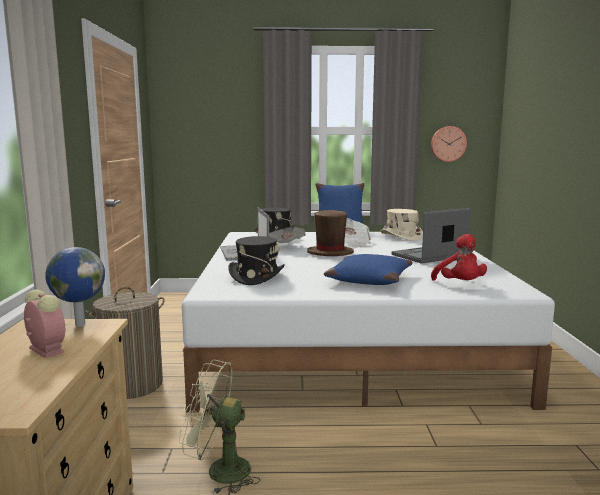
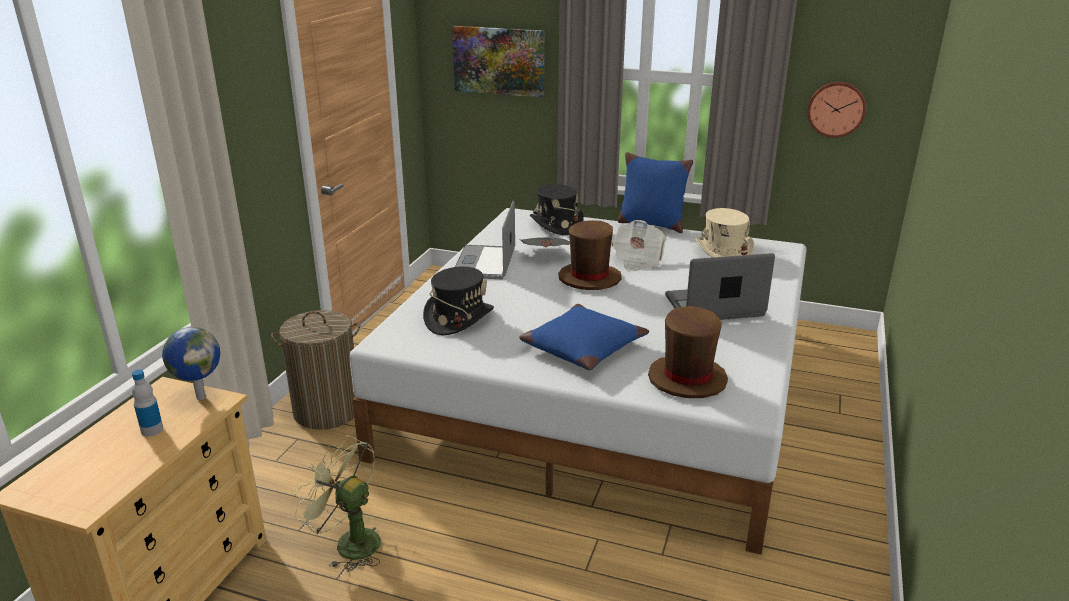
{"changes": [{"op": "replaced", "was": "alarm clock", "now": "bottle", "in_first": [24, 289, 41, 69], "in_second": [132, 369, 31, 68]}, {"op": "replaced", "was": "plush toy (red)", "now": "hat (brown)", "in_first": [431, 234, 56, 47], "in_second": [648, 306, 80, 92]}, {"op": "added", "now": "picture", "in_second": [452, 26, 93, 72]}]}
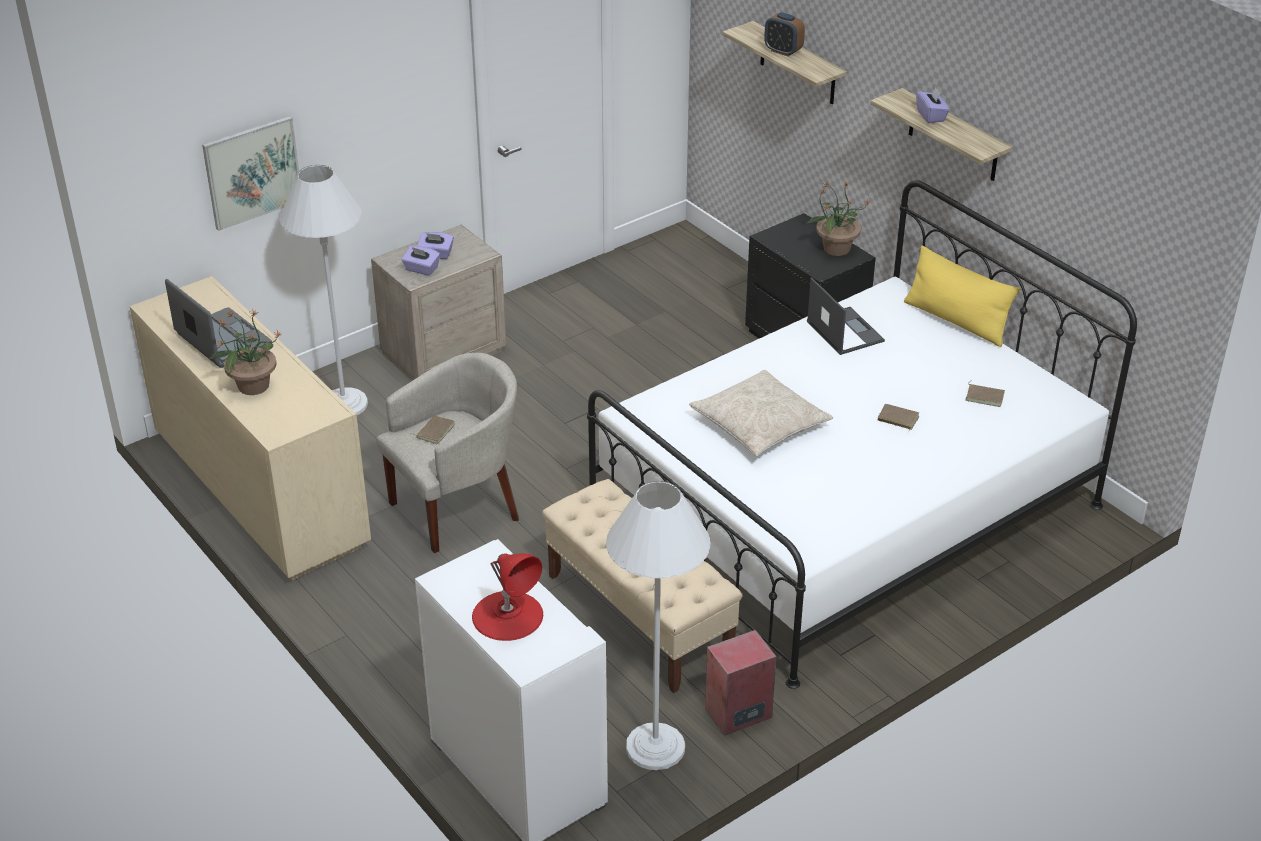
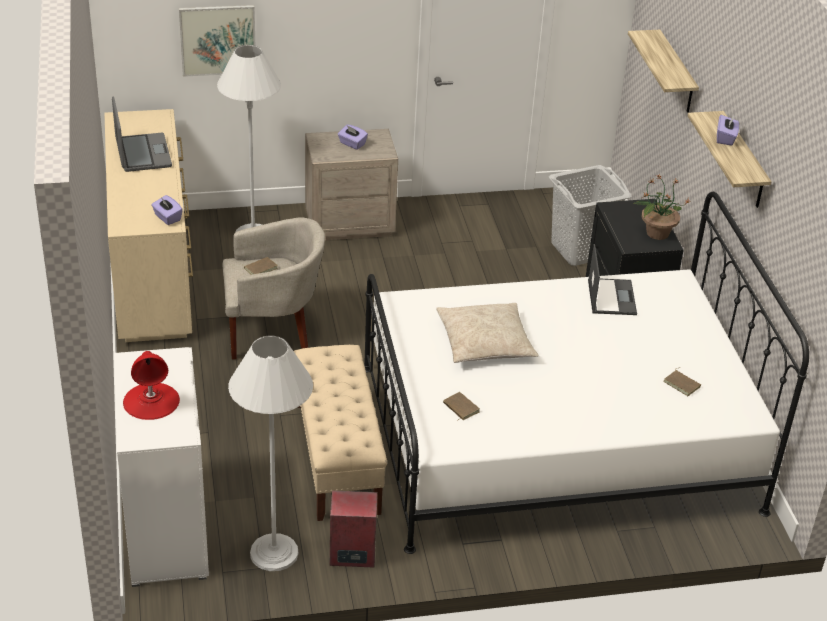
{"changes": [{"op": "removed", "was": "potted plant", "in_first": [208, 309, 74, 86]}, {"op": "moved", "was": "tissue box (purple)", "in_first": [401, 246, 39, 30], "in_second": [151, 195, 32, 30]}, {"op": "removed", "was": "alarm clock", "in_first": [764, 12, 41, 45]}, {"op": "moved", "was": "book (brown)", "in_first": [878, 404, 42, 28], "in_second": [443, 392, 37, 29]}, {"op": "removed", "was": "pillow (yellow)", "in_first": [904, 246, 116, 101]}, {"op": "added", "now": "laundry basket (grey)", "in_second": [549, 165, 82, 101]}]}
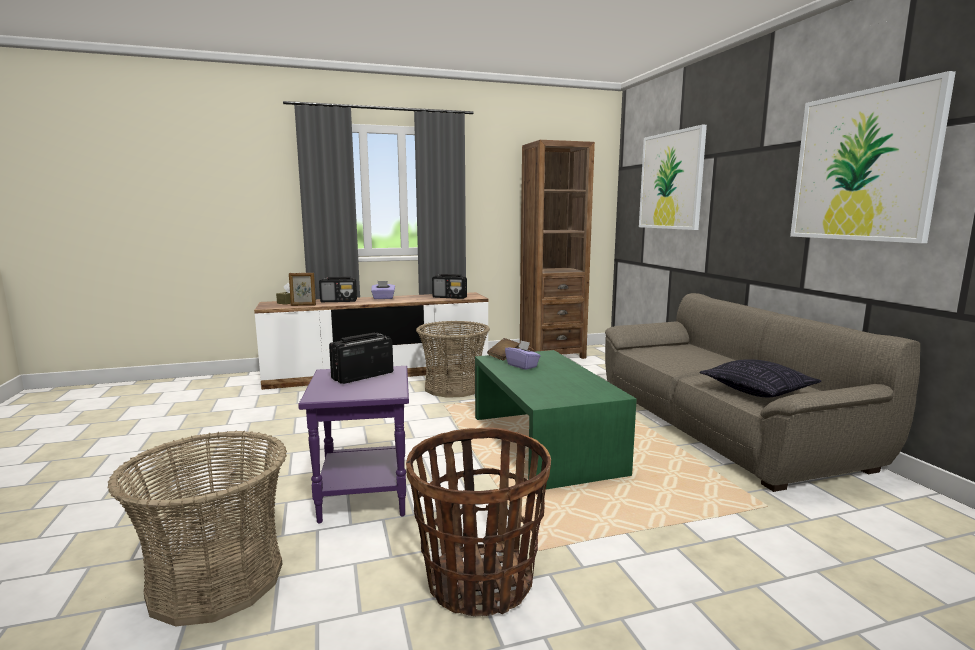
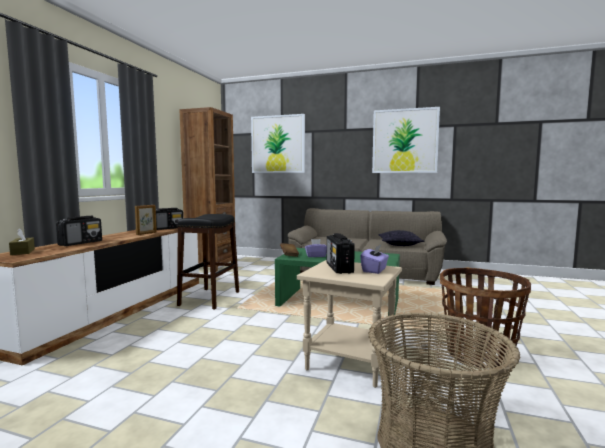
{"changes": [{"op": "moved", "was": "picture frame", "in_first": [289, 273, 27, 33], "in_second": [135, 205, 22, 30]}, {"op": "recoloured", "was": "side table (purple)", "now": "side table (beige)", "in_first": [298, 366, 111, 158], "in_second": [297, 260, 105, 128]}, {"op": "moved", "was": "tissue box (purple)", "in_first": [371, 281, 24, 18], "in_second": [360, 245, 29, 29]}, {"op": "replaced", "was": "basket", "now": "stool (black)", "in_first": [416, 321, 74, 77], "in_second": [177, 214, 62, 95]}]}
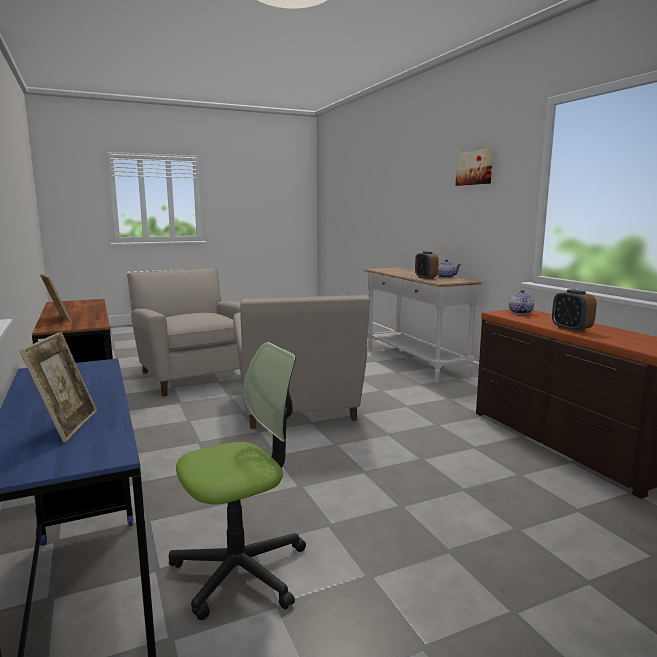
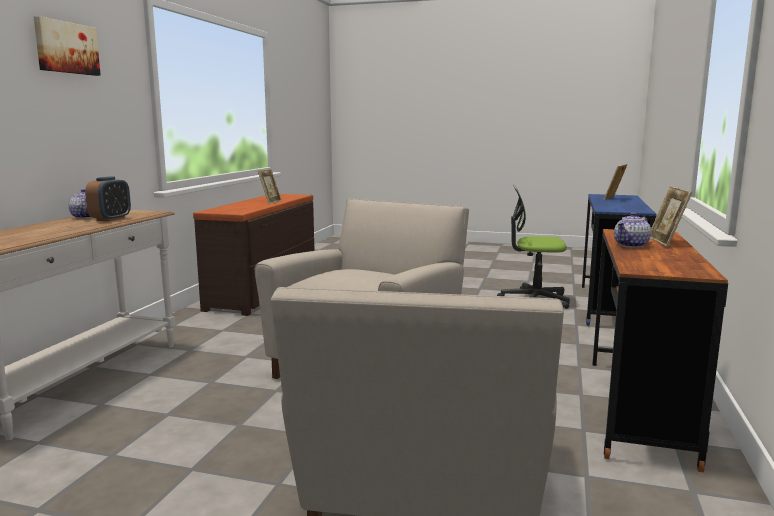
{"changes": [{"op": "moved", "was": "teapot", "in_first": [509, 290, 25, 24], "in_second": [614, 212, 37, 36]}, {"op": "replaced", "was": "alarm clock", "now": "picture frame", "in_first": [552, 289, 45, 43], "in_second": [258, 169, 24, 35]}]}
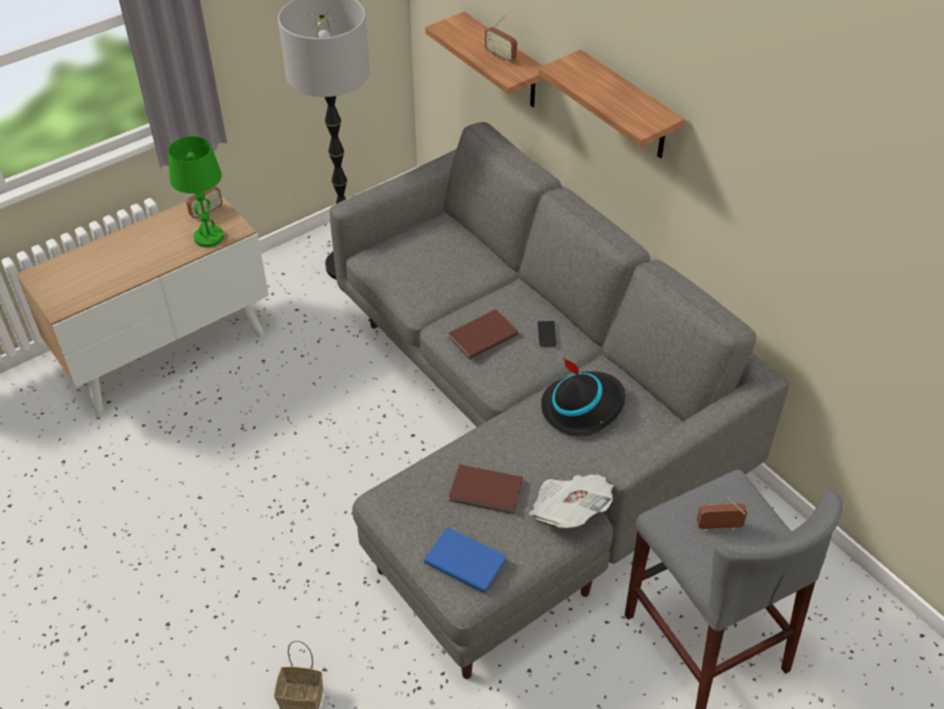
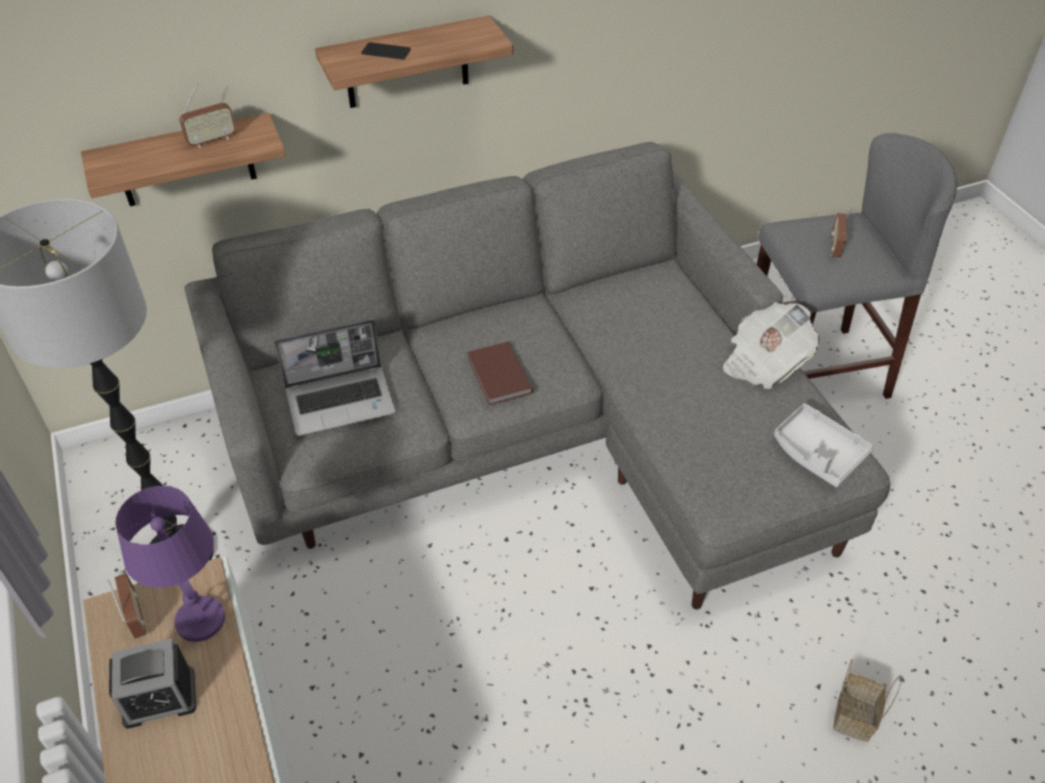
{"changes": [{"op": "recoloured", "was": "table lamp (green)", "now": "table lamp (purple)", "in_first": [168, 136, 56, 111], "in_second": [115, 486, 110, 156]}, {"op": "replaced", "was": "book (blue)", "now": "tray (grey)", "in_first": [424, 527, 83, 66], "in_second": [774, 403, 100, 84]}, {"op": "removed", "was": "book (brown)", "in_first": [449, 464, 74, 50]}, {"op": "moved", "was": "phone", "in_first": [538, 321, 19, 26], "in_second": [361, 42, 50, 18]}, {"op": "removed", "was": "hat (black)", "in_first": [541, 358, 85, 79]}, {"op": "added", "now": "alarm clock", "in_second": [109, 638, 87, 91]}, {"op": "added", "now": "laptop", "in_second": [274, 319, 122, 117]}]}
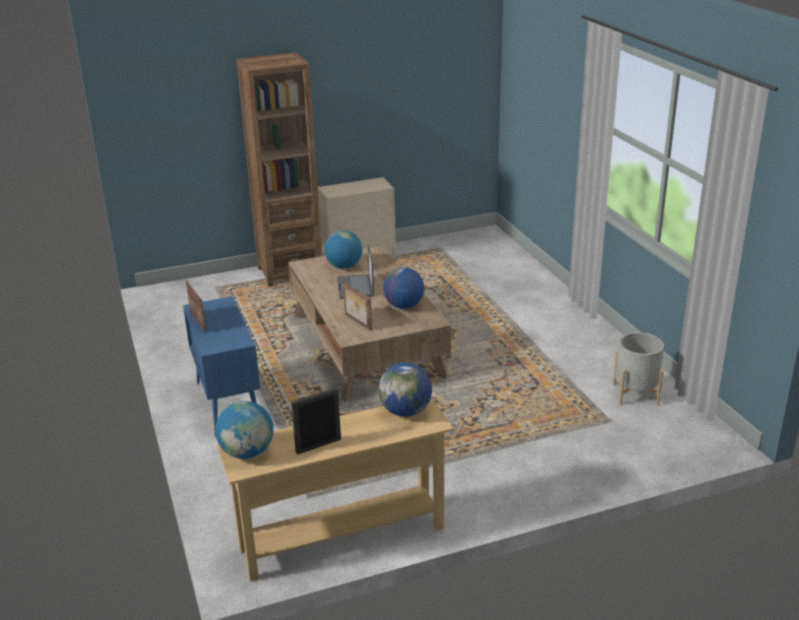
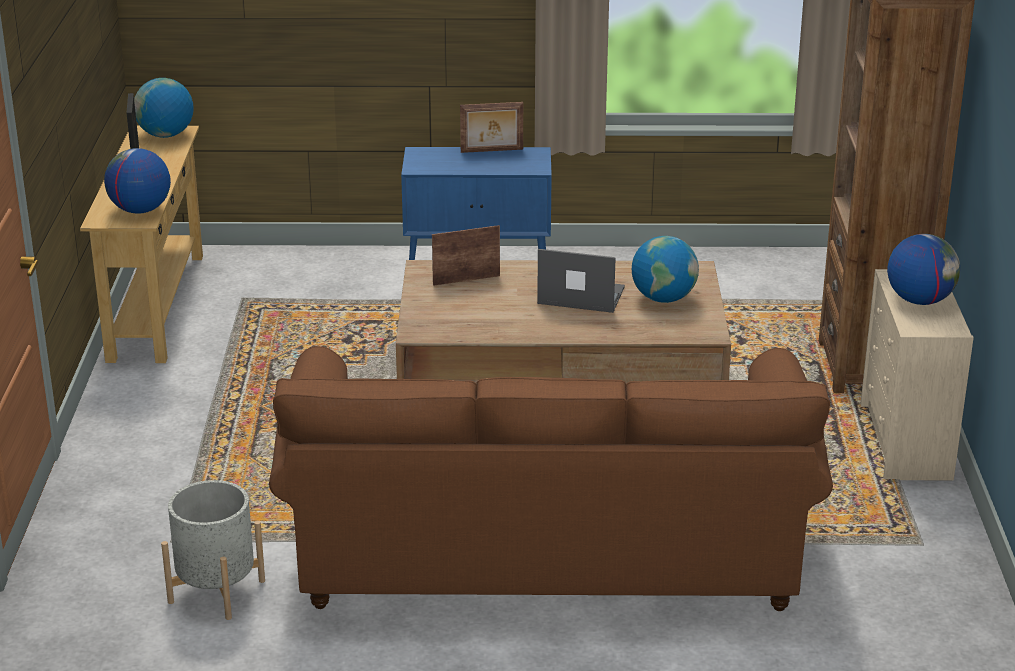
{"changes": [{"op": "moved", "was": "globe", "in_first": [383, 268, 41, 41], "in_second": [887, 234, 73, 71]}, {"op": "added", "now": "sofa (brown)", "in_second": [269, 346, 564, 265]}]}
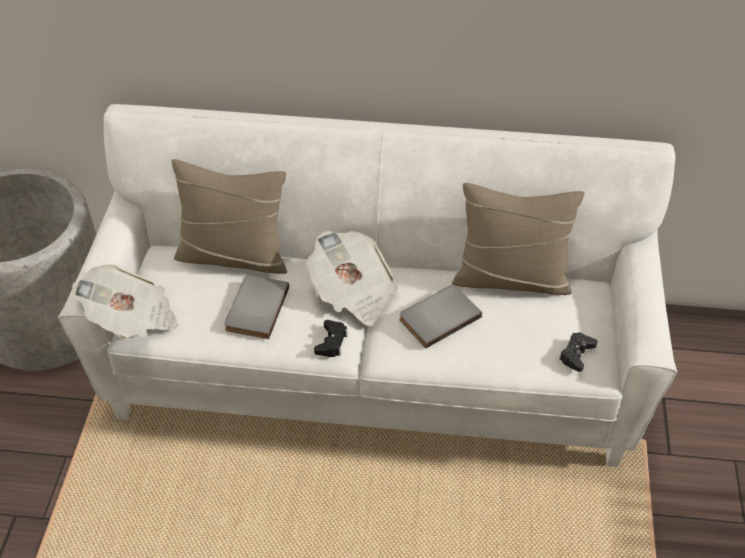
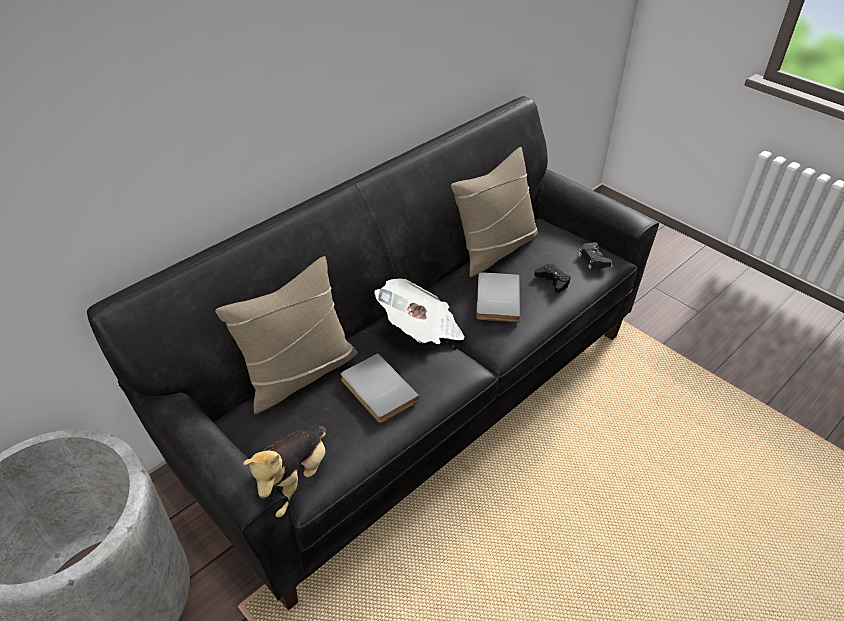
{"changes": [{"op": "recoloured", "was": "sofa (white)", "now": "sofa (black)", "in_first": [58, 104, 619, 363], "in_second": [87, 96, 572, 514]}, {"op": "replaced", "was": "newspaper", "now": "plush toy", "in_first": [72, 264, 106, 75], "in_second": [243, 426, 83, 91]}, {"op": "moved", "was": "game controller (black)", "in_first": [314, 320, 34, 37], "in_second": [534, 264, 37, 29]}]}
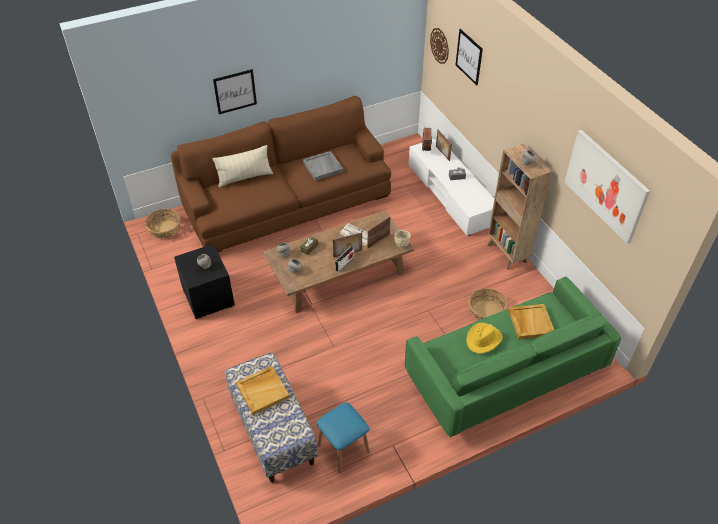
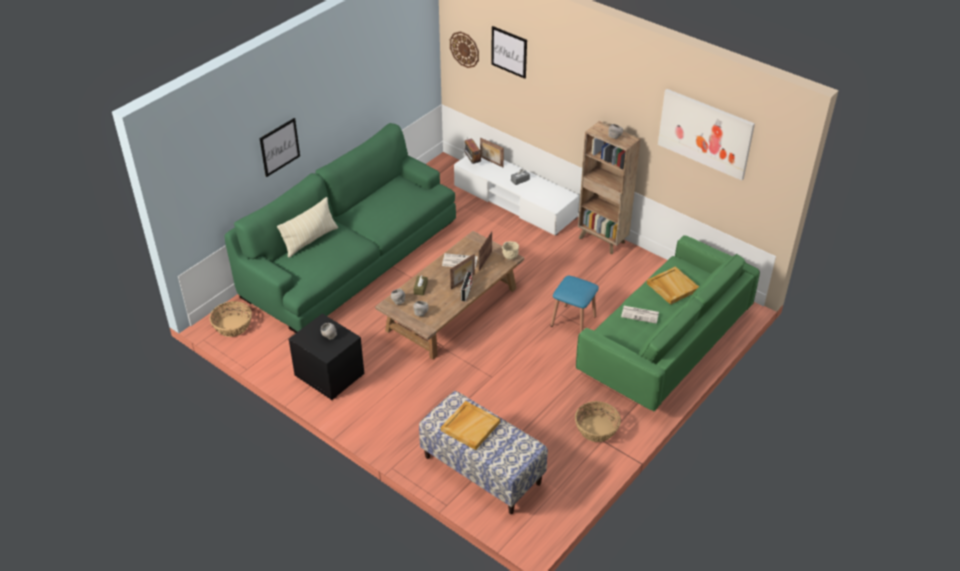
{"changes": [{"op": "recoloured", "was": "sofa (brown)", "now": "sofa (green)", "in_first": [171, 96, 220, 156], "in_second": [224, 123, 232, 210]}, {"op": "removed", "was": "tray (grey)", "in_first": [303, 151, 40, 30]}, {"op": "moved", "was": "stool (blue)", "in_first": [316, 402, 54, 70], "in_second": [551, 276, 48, 57]}, {"op": "replaced", "was": "hat (yellow)", "now": "newspaper", "in_first": [467, 323, 36, 31], "in_second": [621, 306, 38, 18]}, {"op": "moved", "was": "basket", "in_first": [469, 288, 39, 32], "in_second": [575, 401, 46, 41]}]}
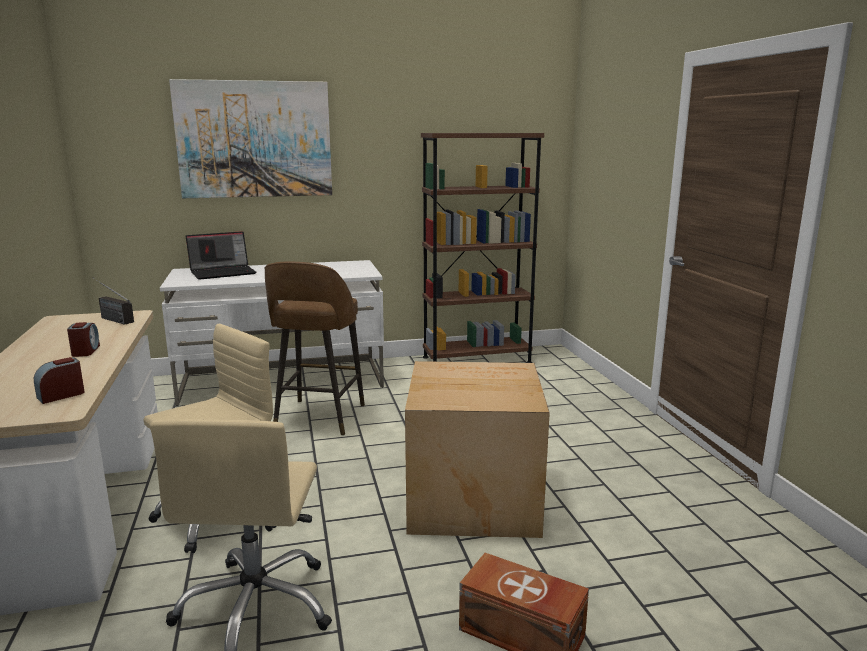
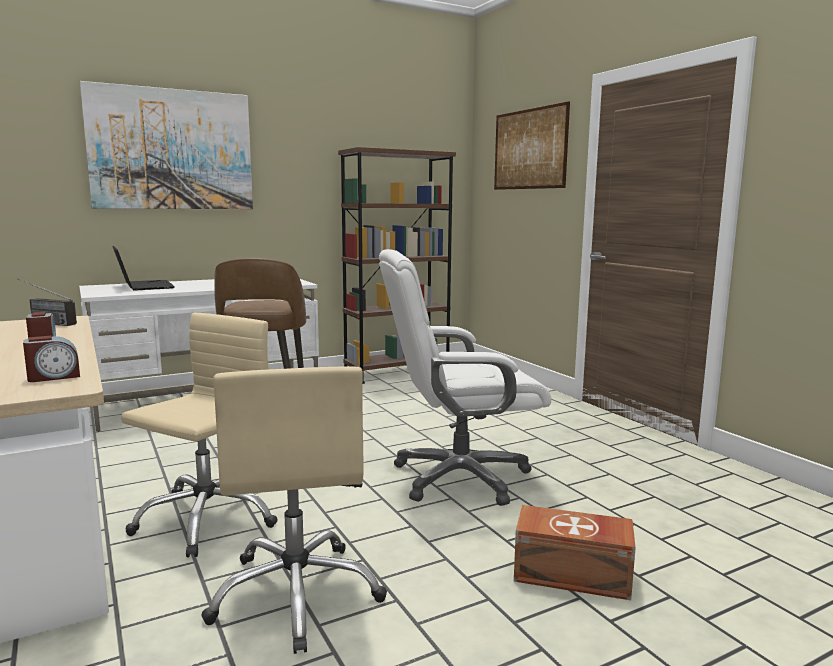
{"changes": [{"op": "turned", "was": "alarm clock", "in_first": [34, 357, 51, 47], "in_second": [23, 336, 57, 46], "clockwise": -150}, {"op": "turned", "was": "laptop", "in_first": [185, 231, 71, 49], "in_second": [112, 246, 63, 45], "clockwise": -75}, {"op": "replaced", "was": "cardboard box", "now": "office chair (white)", "in_first": [405, 361, 145, 177], "in_second": [379, 249, 172, 257]}, {"op": "added", "now": "picture", "in_second": [494, 101, 76, 89]}]}
